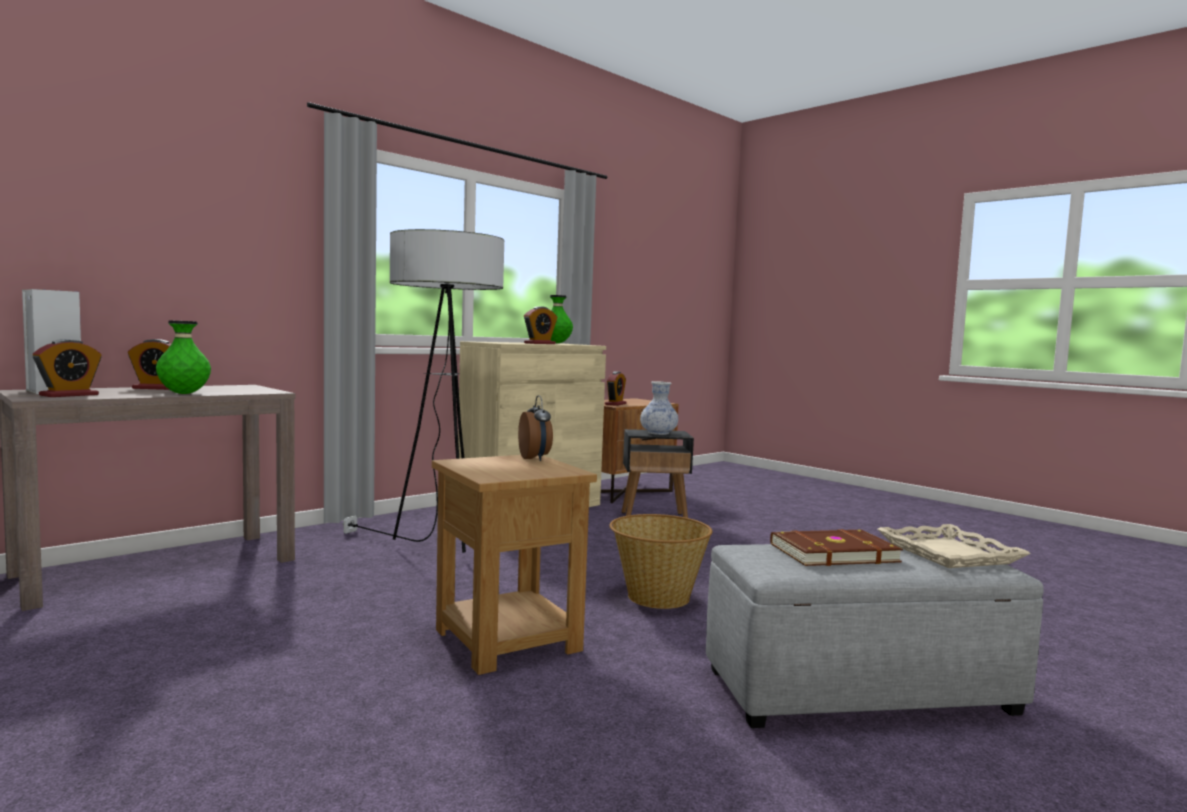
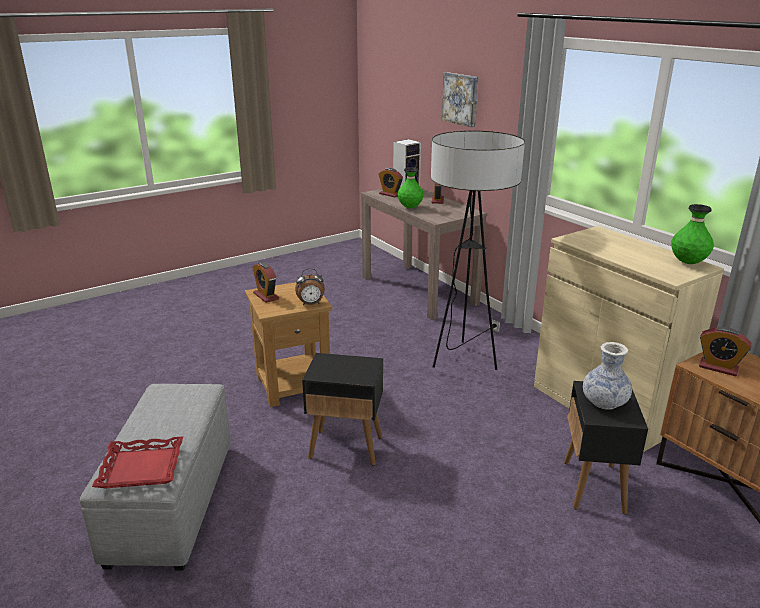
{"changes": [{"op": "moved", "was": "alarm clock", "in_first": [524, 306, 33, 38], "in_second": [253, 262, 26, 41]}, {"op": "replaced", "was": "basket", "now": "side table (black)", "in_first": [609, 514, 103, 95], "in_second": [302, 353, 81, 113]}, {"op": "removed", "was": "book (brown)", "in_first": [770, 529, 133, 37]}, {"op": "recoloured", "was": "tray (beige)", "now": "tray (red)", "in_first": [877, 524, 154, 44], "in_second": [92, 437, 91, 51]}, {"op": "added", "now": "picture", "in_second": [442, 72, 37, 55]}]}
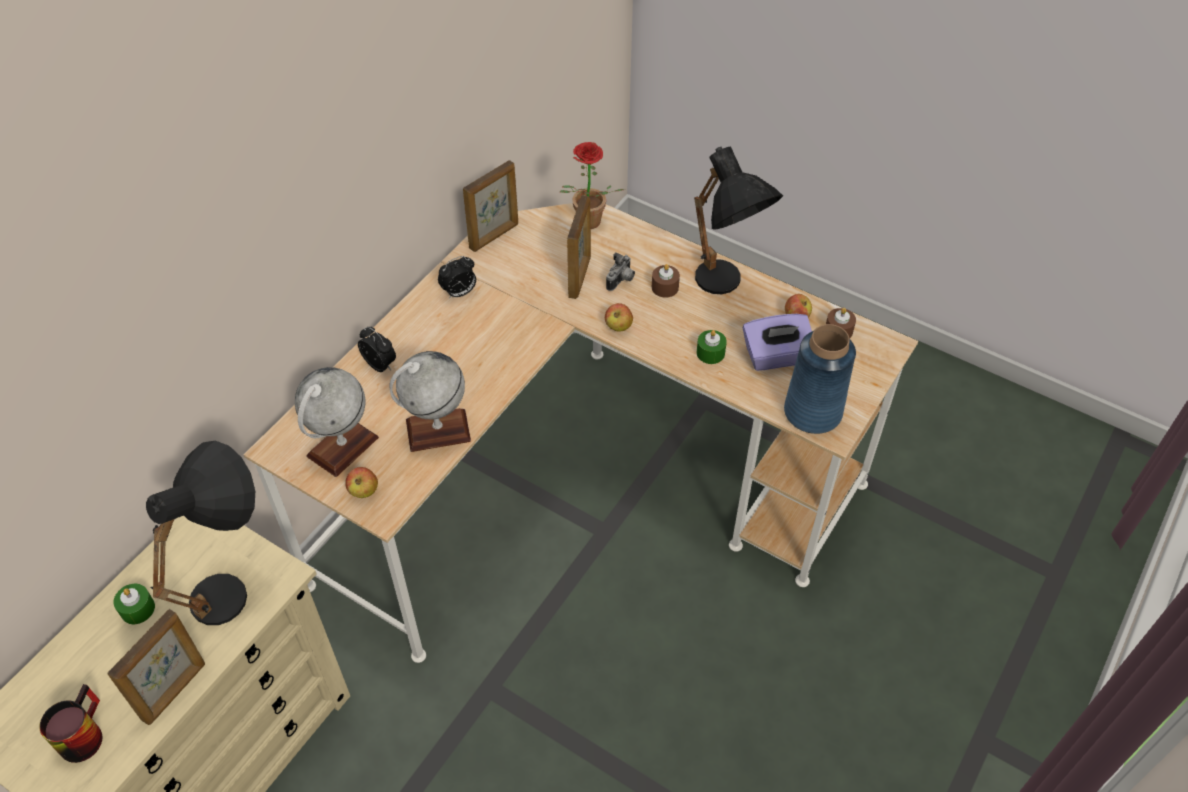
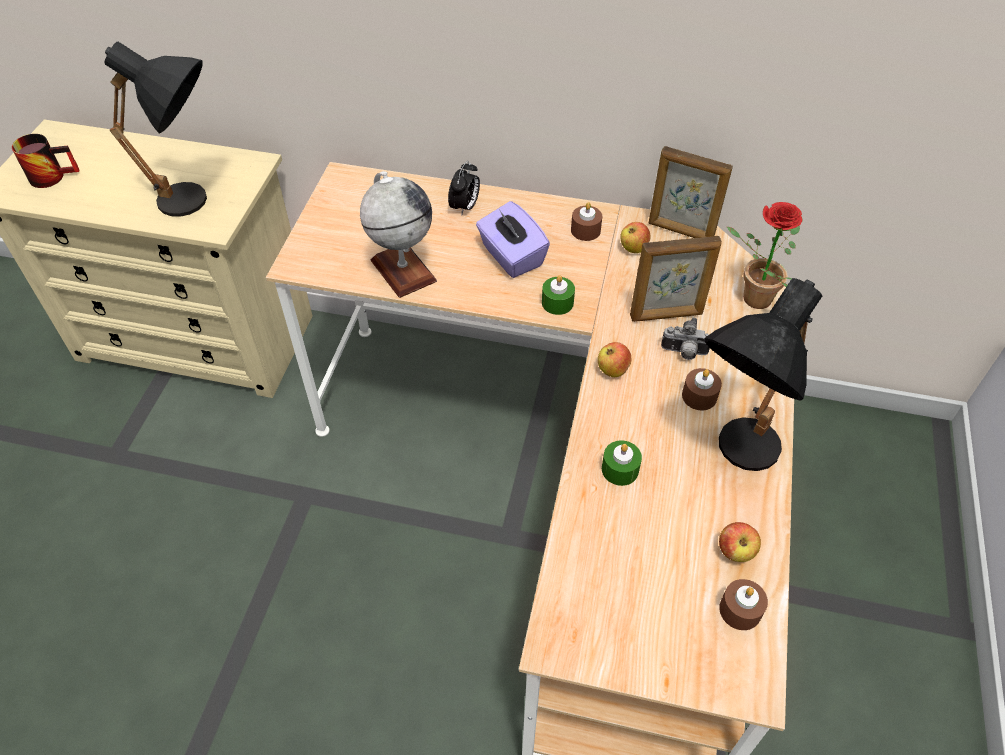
{"changes": [{"op": "removed", "was": "picture frame", "in_first": [107, 609, 98, 116]}, {"op": "moved", "was": "candle (green)", "in_first": [113, 584, 42, 40], "in_second": [542, 275, 33, 40]}, {"op": "removed", "was": "globe", "in_first": [295, 367, 84, 110]}, {"op": "moved", "was": "apple", "in_first": [345, 467, 33, 31], "in_second": [620, 222, 31, 31]}, {"op": "replaced", "was": "alarm clock", "now": "candle (brown)", "in_first": [438, 256, 38, 43], "in_second": [571, 202, 31, 39]}, {"op": "moved", "was": "tissue box (purple)", "in_first": [743, 314, 69, 57], "in_second": [476, 201, 74, 77]}, {"op": "removed", "was": "vase (blue)", "in_first": [784, 324, 72, 110]}]}
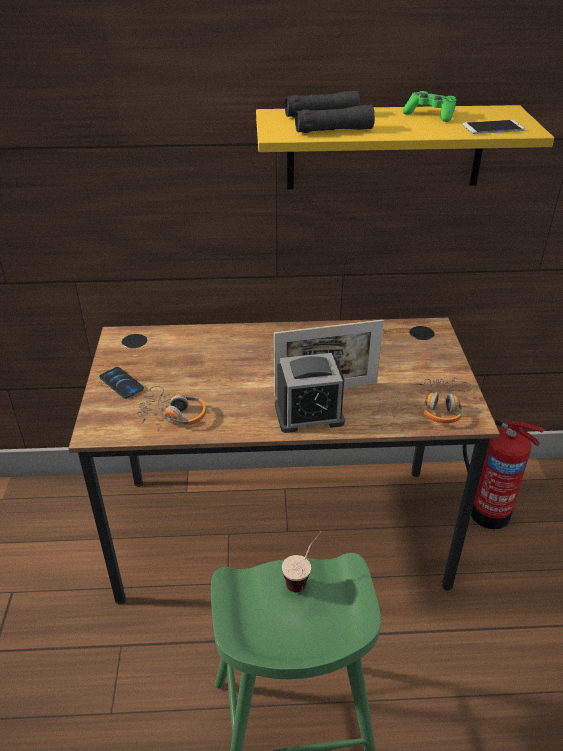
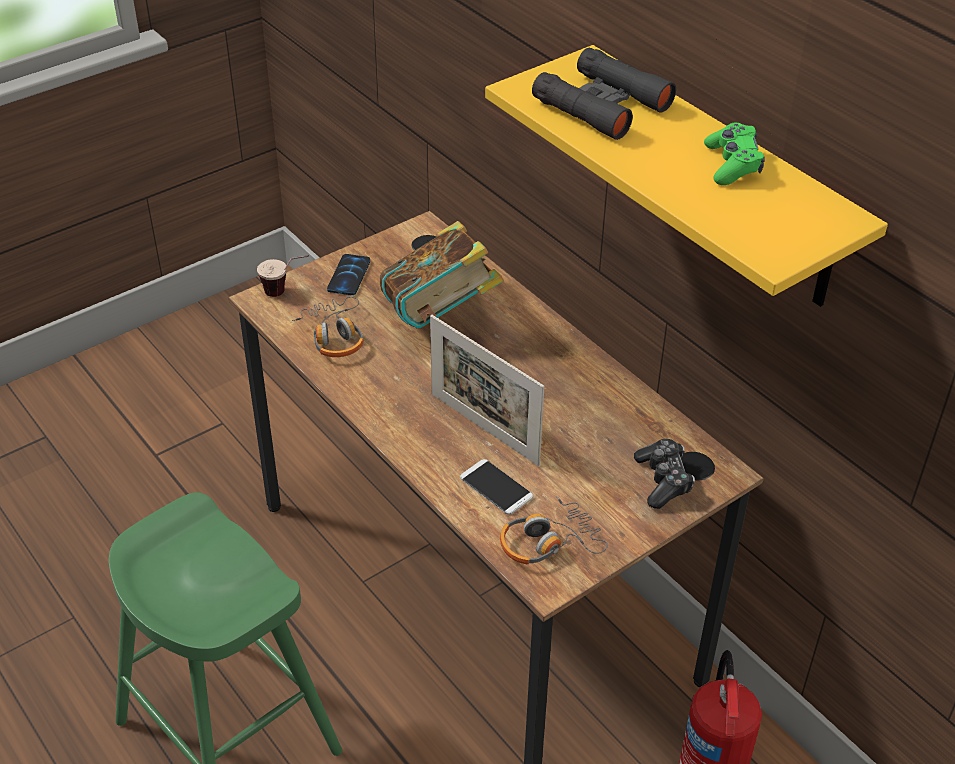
{"changes": [{"op": "removed", "was": "alarm clock", "in_first": [275, 353, 70, 80]}, {"op": "moved", "was": "cup", "in_first": [282, 531, 41, 61], "in_second": [257, 255, 52, 42]}, {"op": "moved", "was": "phone", "in_first": [462, 120, 63, 14], "in_second": [460, 459, 73, 56]}, {"op": "added", "now": "book", "in_second": [380, 221, 124, 107]}, {"op": "added", "now": "game controller", "in_second": [634, 439, 61, 70]}]}
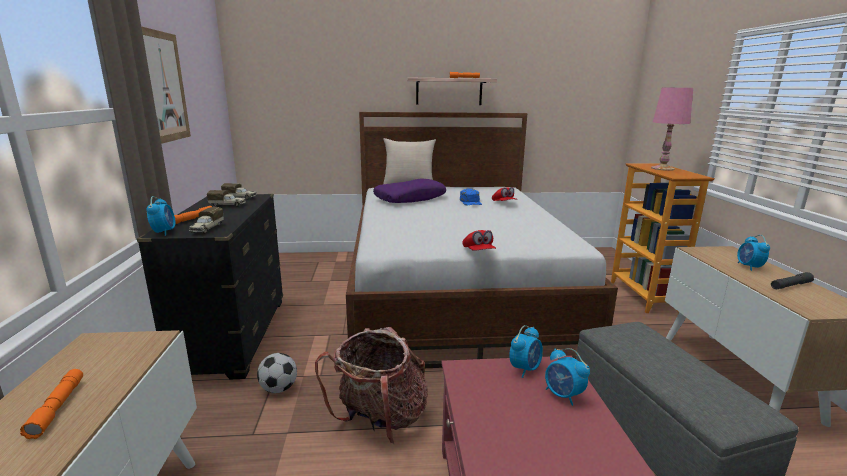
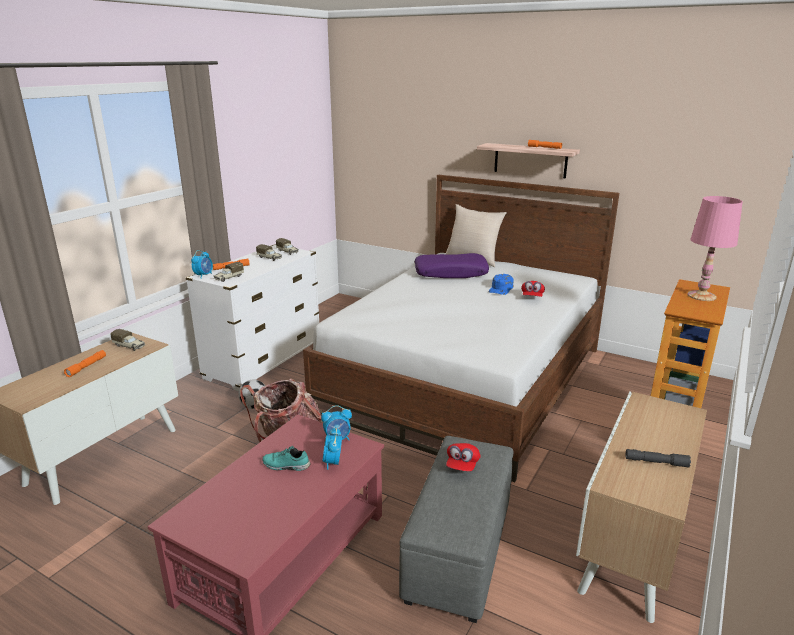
{"changes": [{"op": "recoloured", "was": "dresser (black)", "now": "dresser (white)", "in_first": [137, 194, 146, 185], "in_second": [186, 244, 133, 147]}, {"op": "removed", "was": "picture", "in_first": [141, 26, 50, 118]}, {"op": "moved", "was": "cap (red)", "in_first": [462, 230, 34, 21], "in_second": [446, 443, 34, 28]}, {"op": "removed", "was": "alarm clock", "in_first": [737, 235, 33, 36]}, {"op": "added", "now": "toy truck", "in_second": [110, 329, 35, 22]}, {"op": "added", "now": "shoe (turquoise)", "in_second": [262, 446, 48, 25]}]}
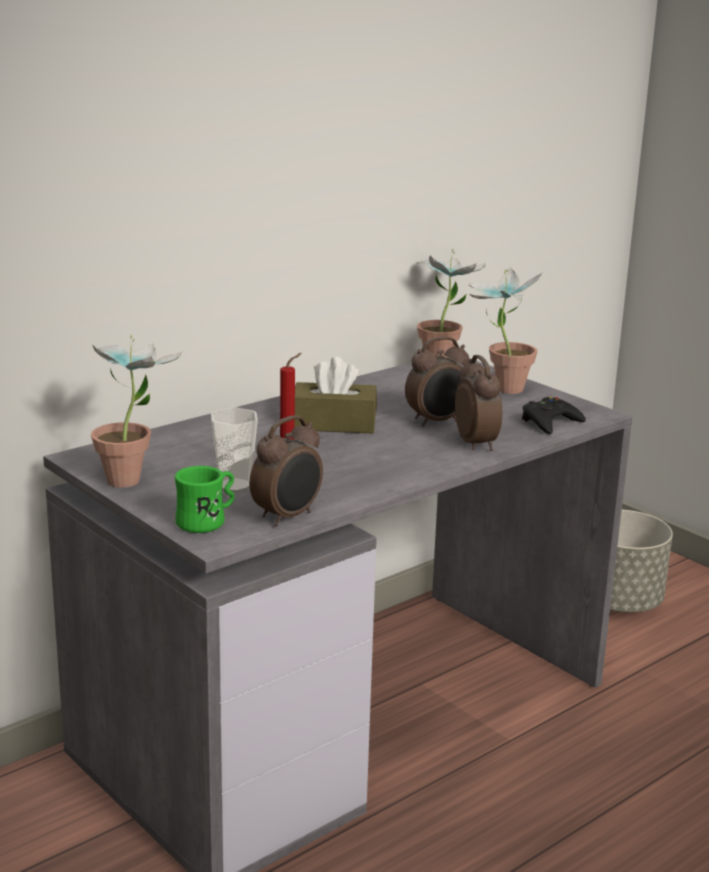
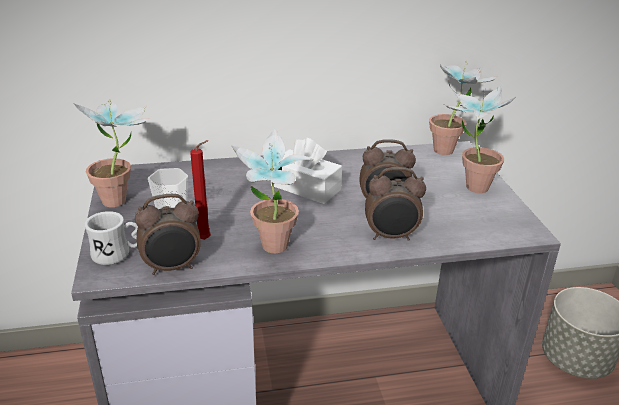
{"changes": [{"op": "recoloured", "was": "mug (green)", "now": "mug (white)", "in_first": [175, 466, 60, 67], "in_second": [85, 211, 53, 54]}, {"op": "recoloured", "was": "tissue box (brown)", "now": "tissue box (white)", "in_first": [295, 357, 82, 77], "in_second": [271, 138, 71, 66]}, {"op": "turned", "was": "alarm clock", "in_first": [455, 355, 47, 96], "in_second": [365, 167, 61, 74], "clockwise": 75}, {"op": "removed", "was": "game controller (black)", "in_first": [522, 397, 64, 37]}, {"op": "added", "now": "potted plant", "in_second": [232, 128, 81, 125]}]}
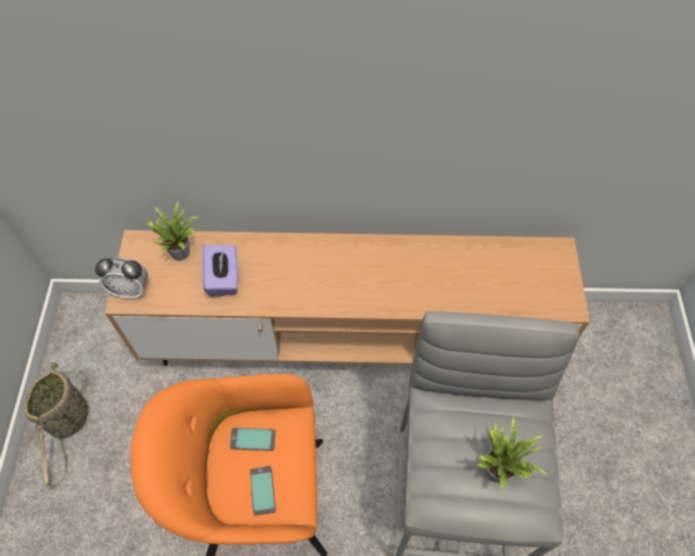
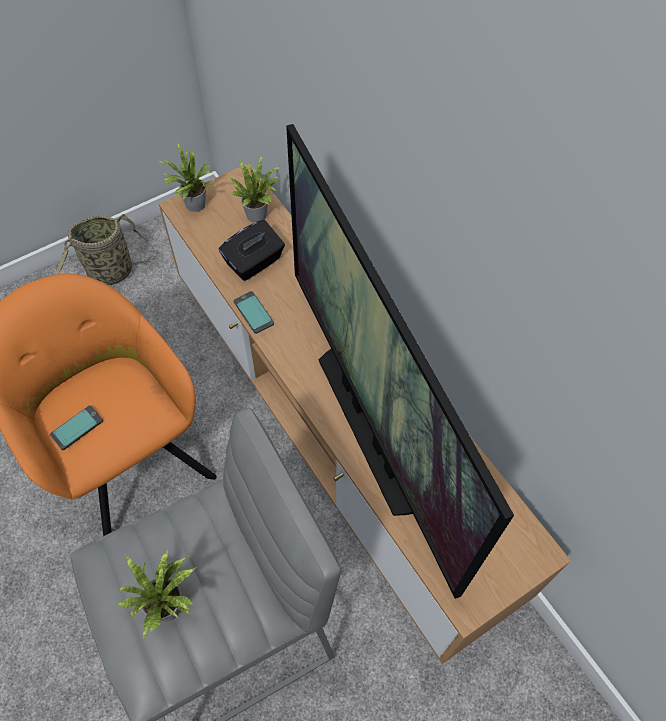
{"changes": [{"op": "replaced", "was": "alarm clock", "now": "potted plant", "in_first": [95, 258, 53, 41], "in_second": [157, 142, 55, 70]}, {"op": "recoloured", "was": "tissue box (purple)", "now": "tissue box (black)", "in_first": [202, 244, 36, 53], "in_second": [219, 220, 66, 61]}, {"op": "moved", "was": "phone", "in_first": [230, 428, 46, 23], "in_second": [234, 291, 40, 43]}, {"op": "added", "now": "television", "in_second": [286, 124, 228, 475]}]}
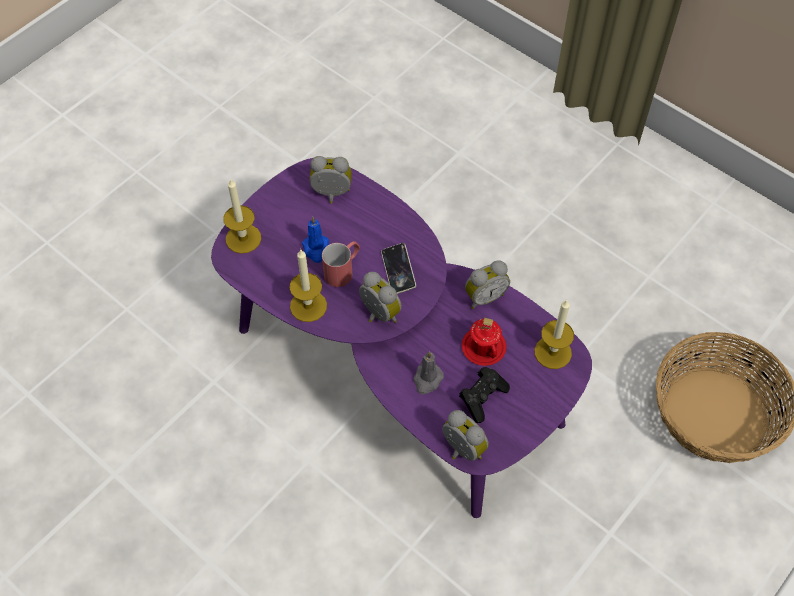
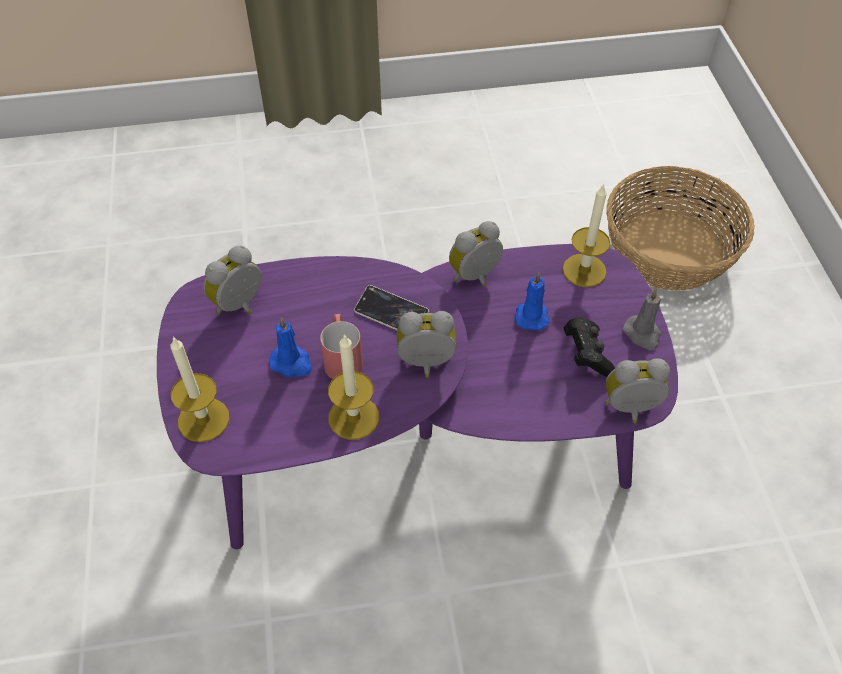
{"changes": [{"op": "moved", "was": "candle (grey)", "in_first": [413, 351, 31, 44], "in_second": [623, 289, 38, 61]}, {"op": "replaced", "was": "mug (red)", "now": "candle (blue)", "in_first": [461, 318, 46, 48], "in_second": [515, 272, 34, 58]}, {"op": "turned", "was": "alarm clock", "in_first": [465, 260, 45, 49], "in_second": [449, 221, 54, 66], "clockwise": -135}]}
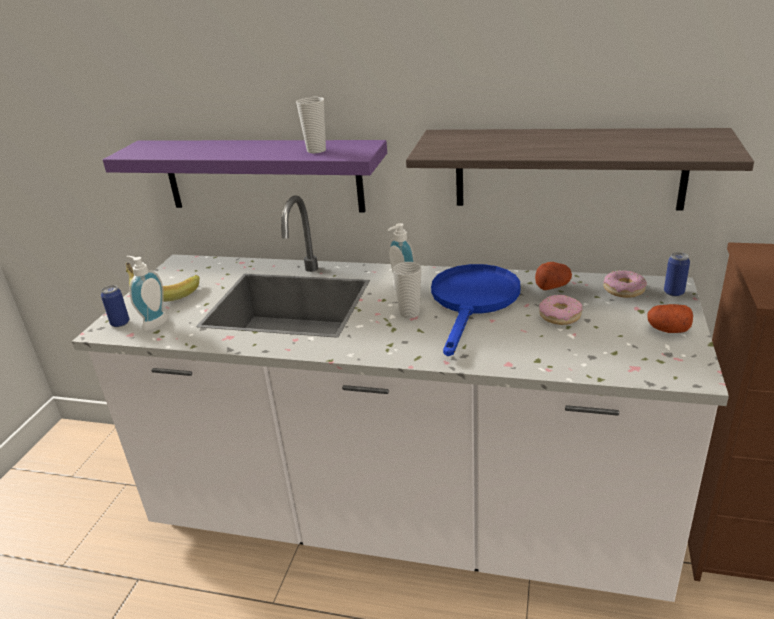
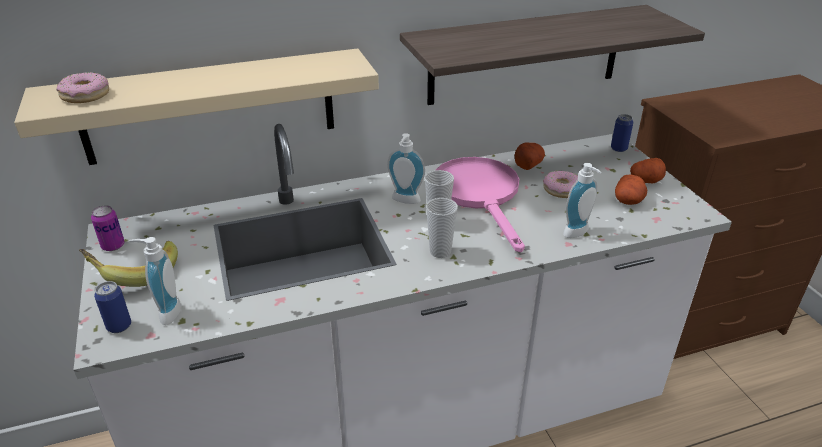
{"changes": [{"op": "recoloured", "was": "shelf (purple)", "now": "shelf (beige)", "in_first": [103, 140, 284, 72], "in_second": [14, 48, 365, 117]}, {"op": "moved", "was": "cup", "in_first": [296, 97, 30, 56], "in_second": [426, 198, 32, 60]}, {"op": "recoloured", "was": "frying pan (blue)", "now": "frying pan (pink)", "in_first": [431, 264, 89, 92], "in_second": [436, 157, 89, 95]}, {"op": "moved", "was": "donut", "in_first": [603, 270, 44, 28], "in_second": [56, 72, 53, 31]}, {"op": "added", "now": "can", "in_second": [91, 205, 34, 46]}, {"op": "added", "now": "soap dispenser", "in_second": [563, 163, 38, 75]}, {"op": "added", "now": "potato", "in_second": [615, 174, 32, 31]}]}
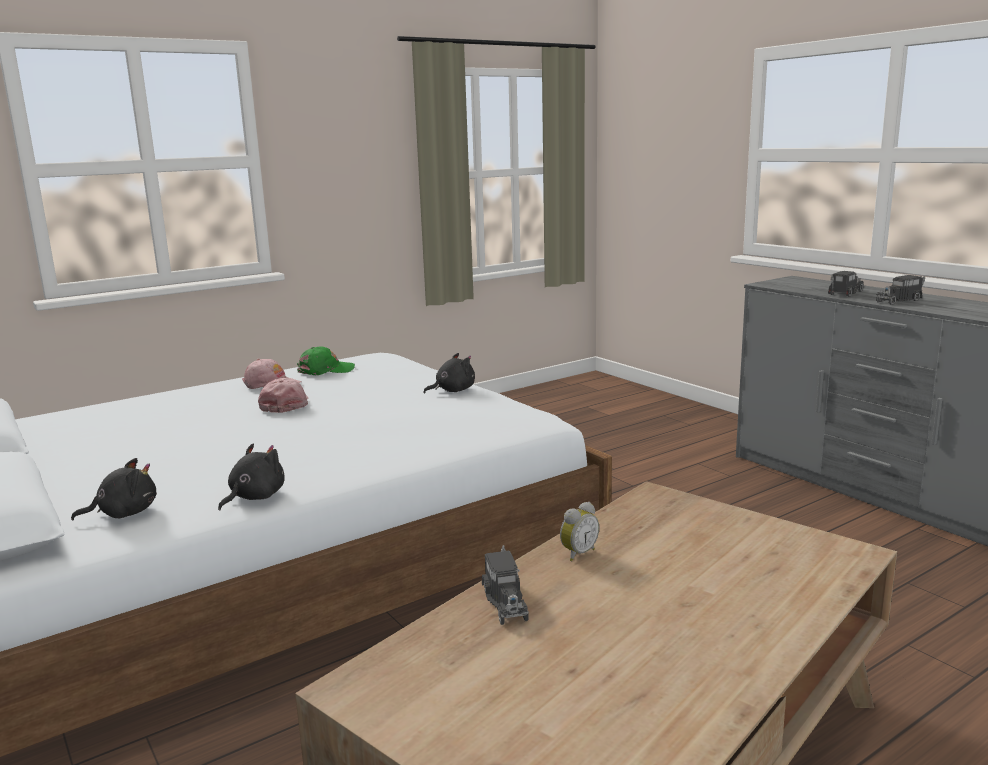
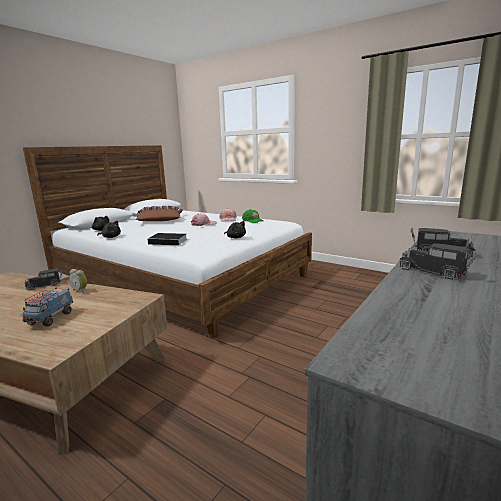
{"changes": [{"op": "added", "now": "toy truck", "in_second": [22, 288, 51, 38]}, {"op": "added", "now": "pillow (brown)", "in_second": [135, 206, 48, 15]}, {"op": "added", "now": "book", "in_second": [148, 233, 39, 12]}]}
